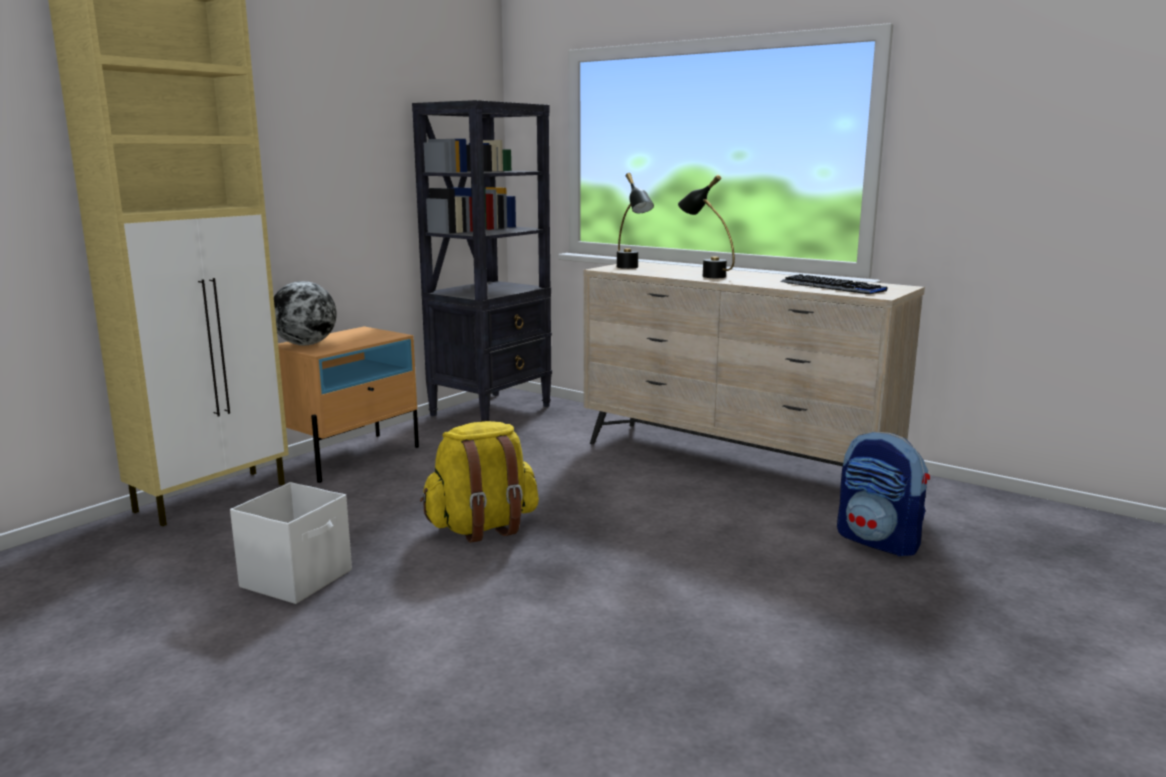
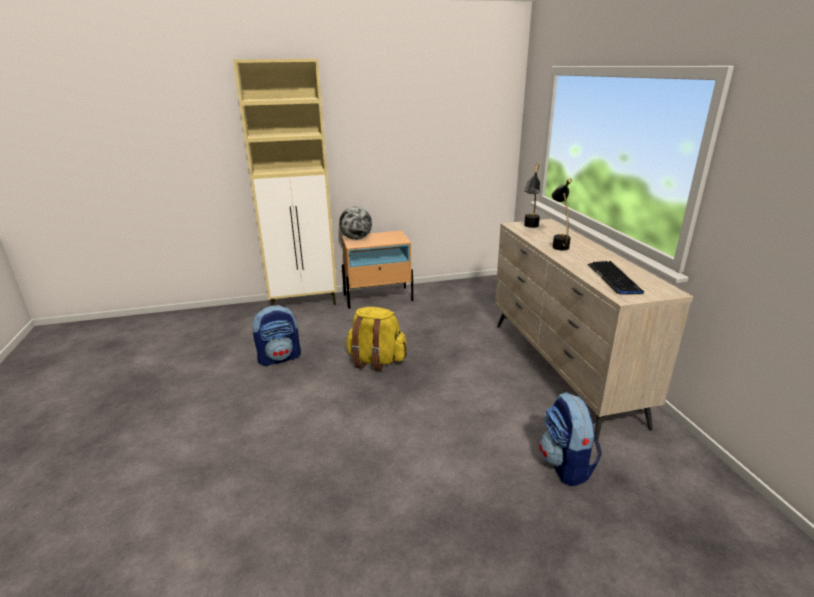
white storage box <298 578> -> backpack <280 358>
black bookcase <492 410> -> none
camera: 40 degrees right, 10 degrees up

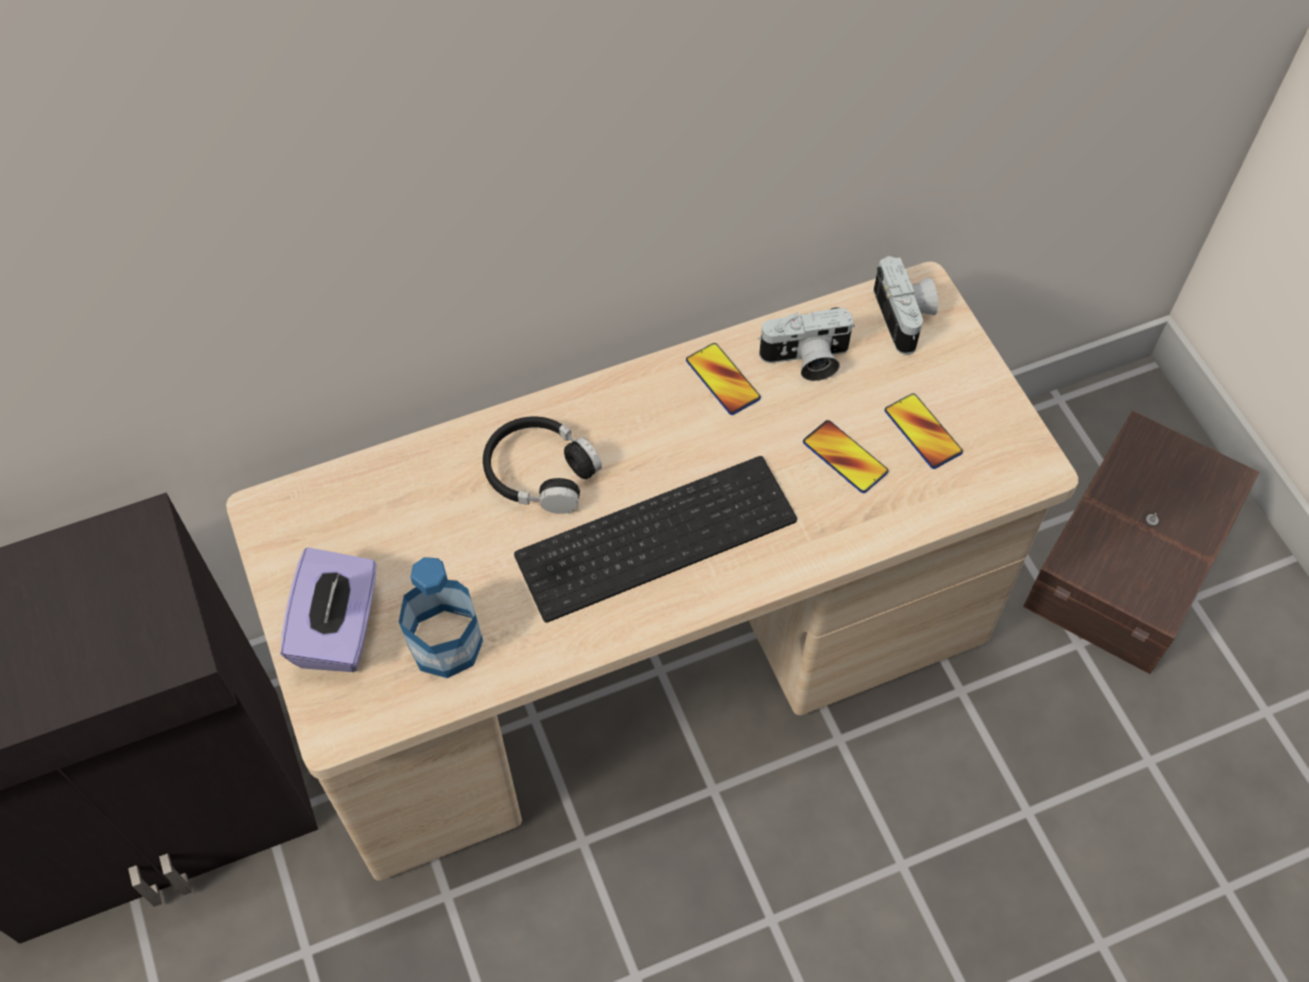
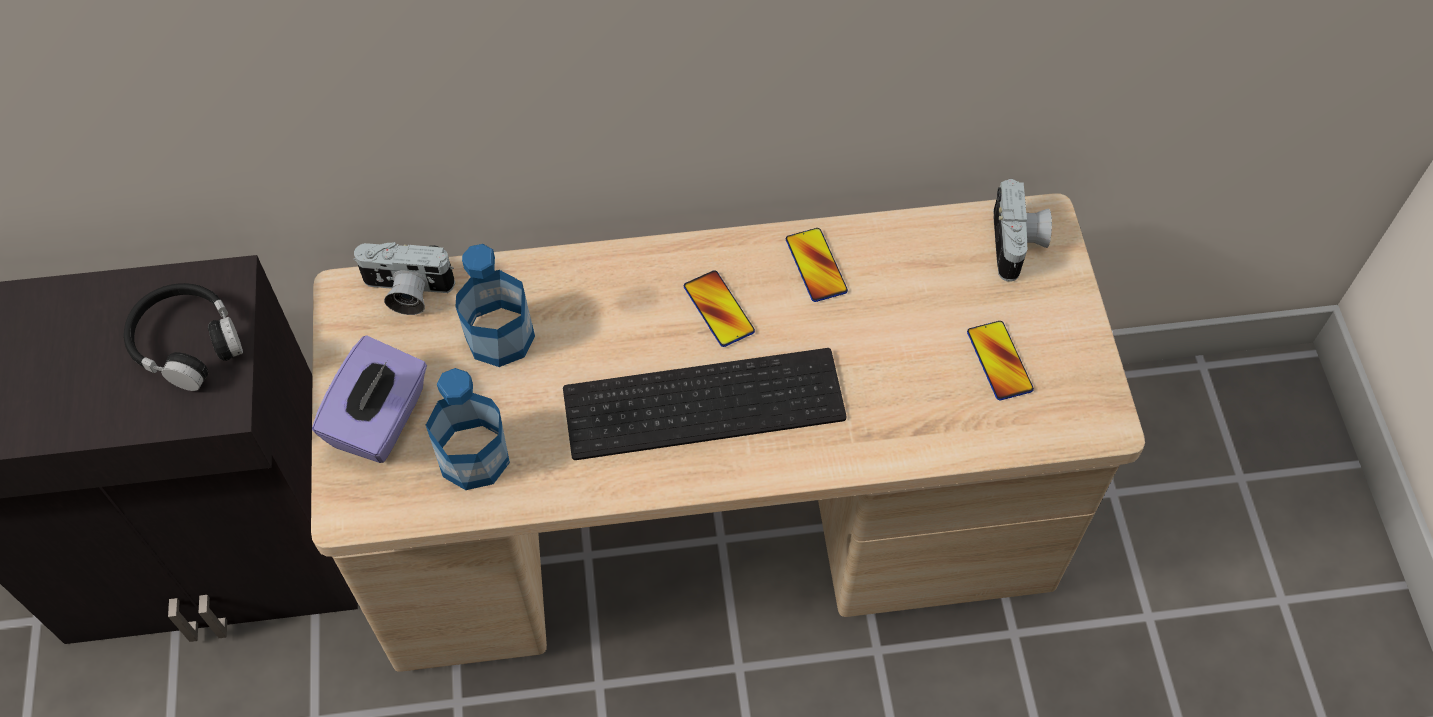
black headphones <540 472> -> black headphones <188 343>, move
photo camera <806 360> -> photo camera <406 292>, move
phone <844 457> -> phone <718 309>, move
brown storage box <1133 559> -> none
none -> bottle <500 337>
camera: 15 degrees right, 0 degrees up

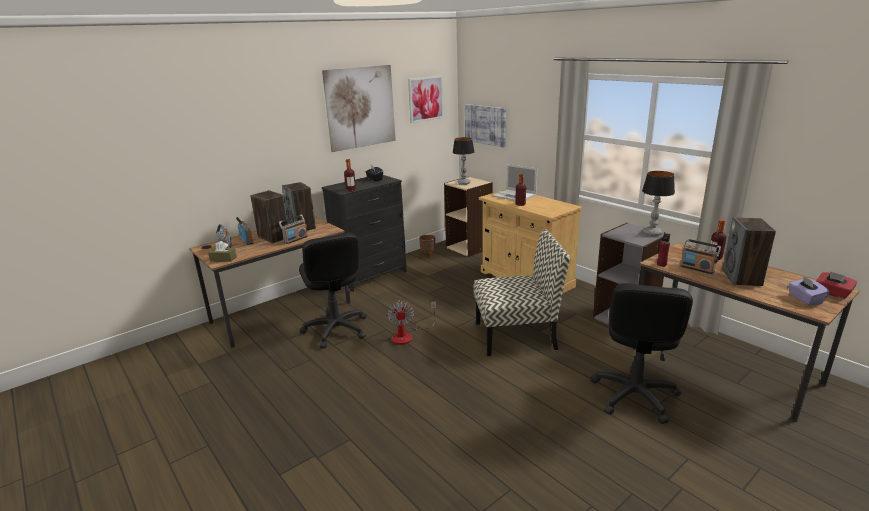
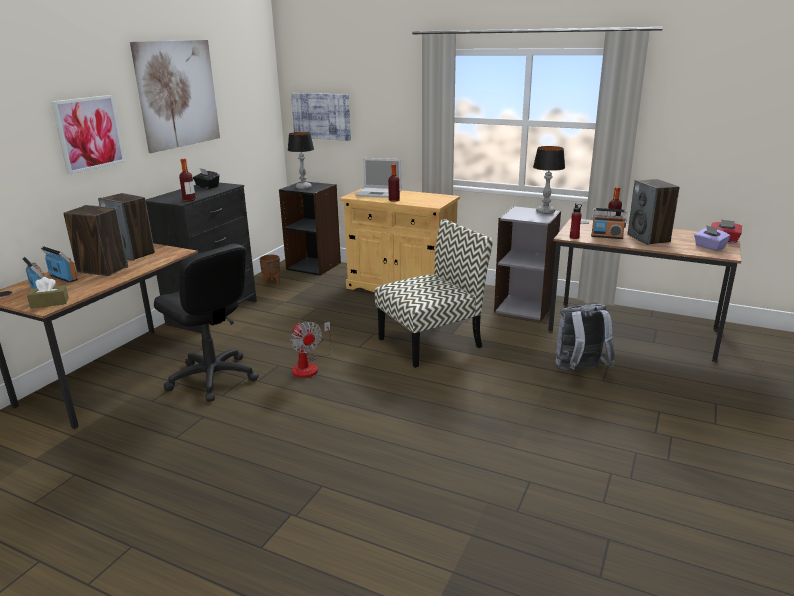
radio <295 239> -> none
picture <425 99> -> picture <89 133>, move
beige bookcase <469 247> -> black bookcase <314 266>
black office chair <634 395> -> grey backpack <579 371>
camera: 25 degrees left, 0 degrees up

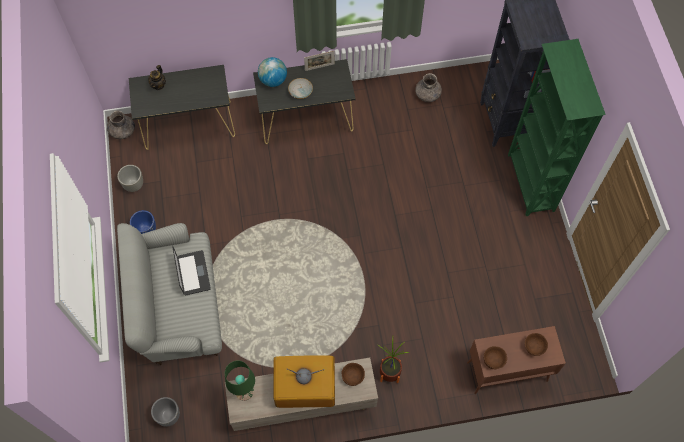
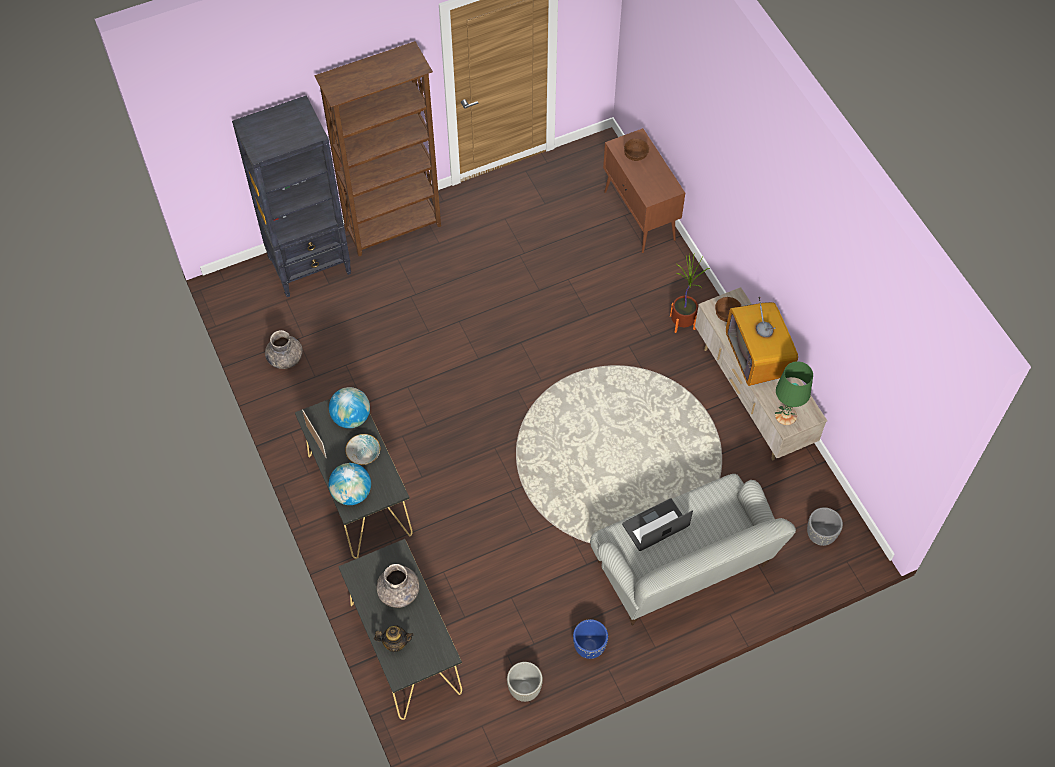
grey vase <122 131> -> grey vase <399 592>, move
brown bowl <493 360> -> none
green bookcase <530 183> -> brown bookcase <394 228>
none -> globe <351 417>
camera: 105 degrees left, 5 degrees down

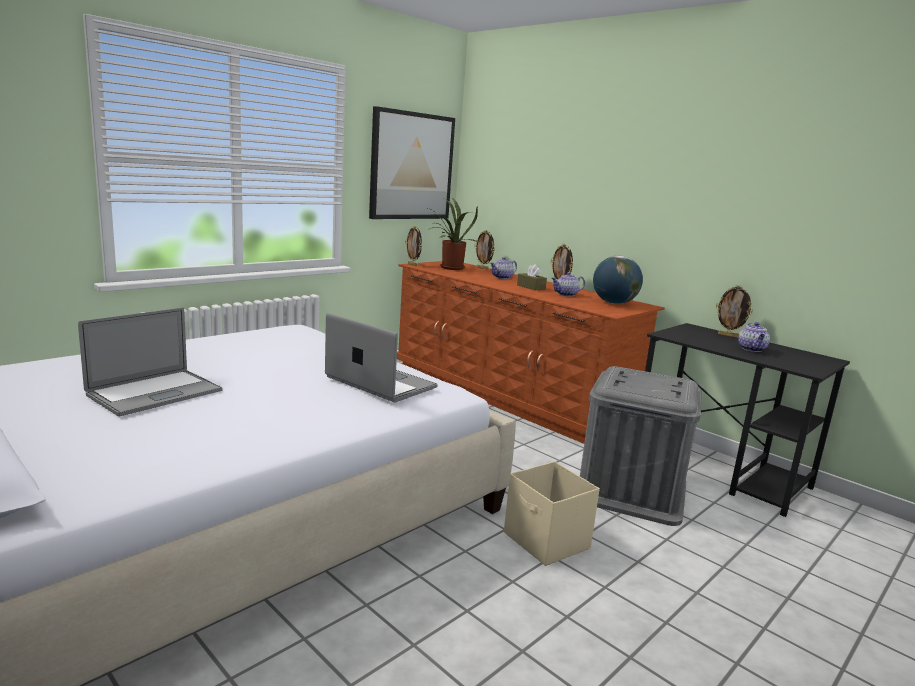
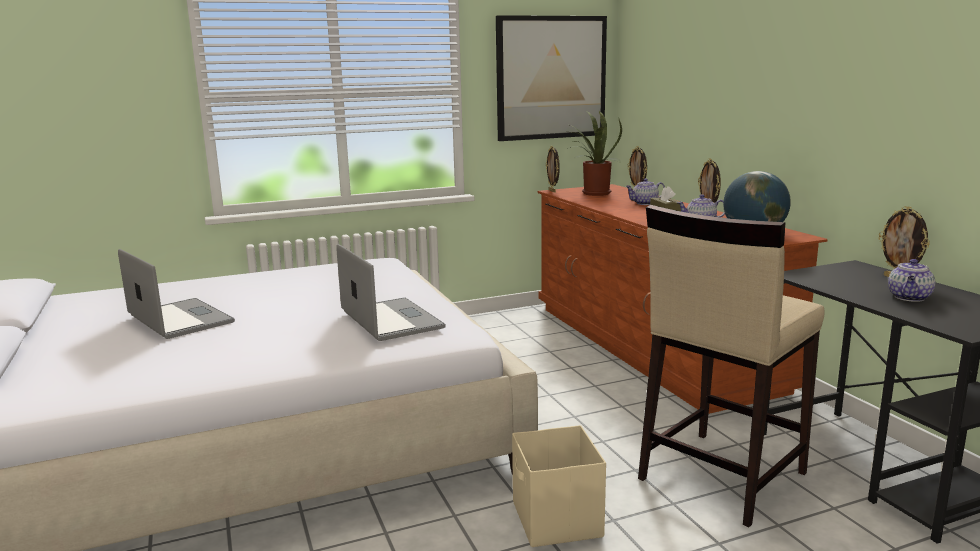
laptop <155 393> -> laptop <180 319>, 105 degrees counterclockwise
grey storage box <630 490> -> beige stool <720 476>
camera: 25 degrees right, 0 degrees up

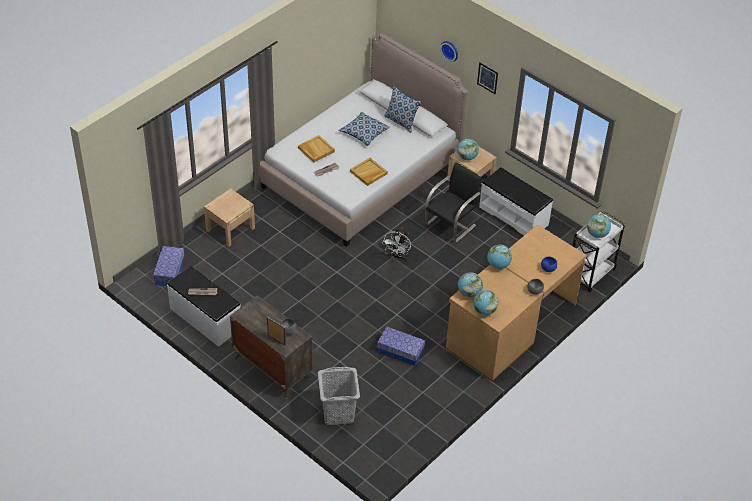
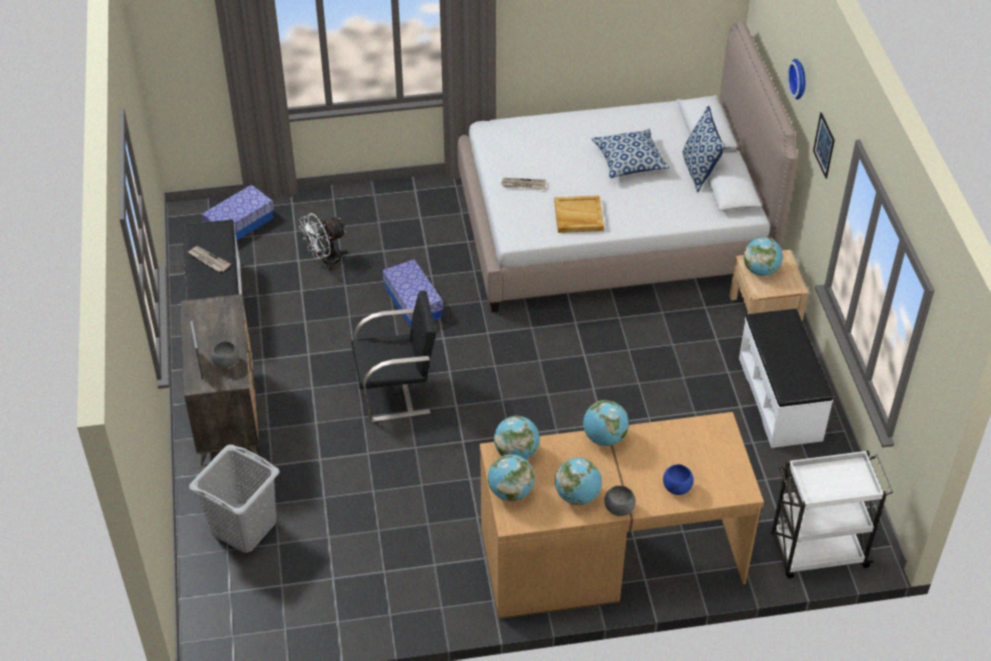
beige nightstand <230 229> -> none
beige tray <316 150> -> none
storage box <400 351> -> storage box <413 302>, move
white fan <397 256> -> white fan <326 261>, move
black chair <451 224> -> black chair <397 392>, move
globe <597 234> -> globe <577 496>, move
camera: 40 degrees right, 0 degrees up

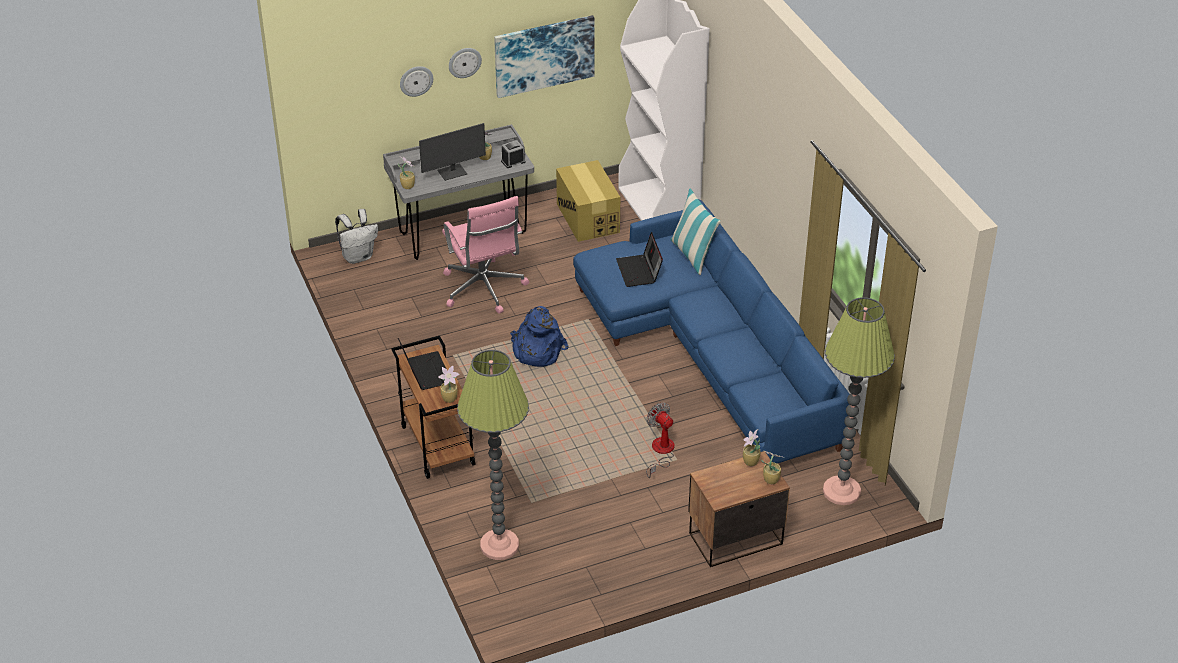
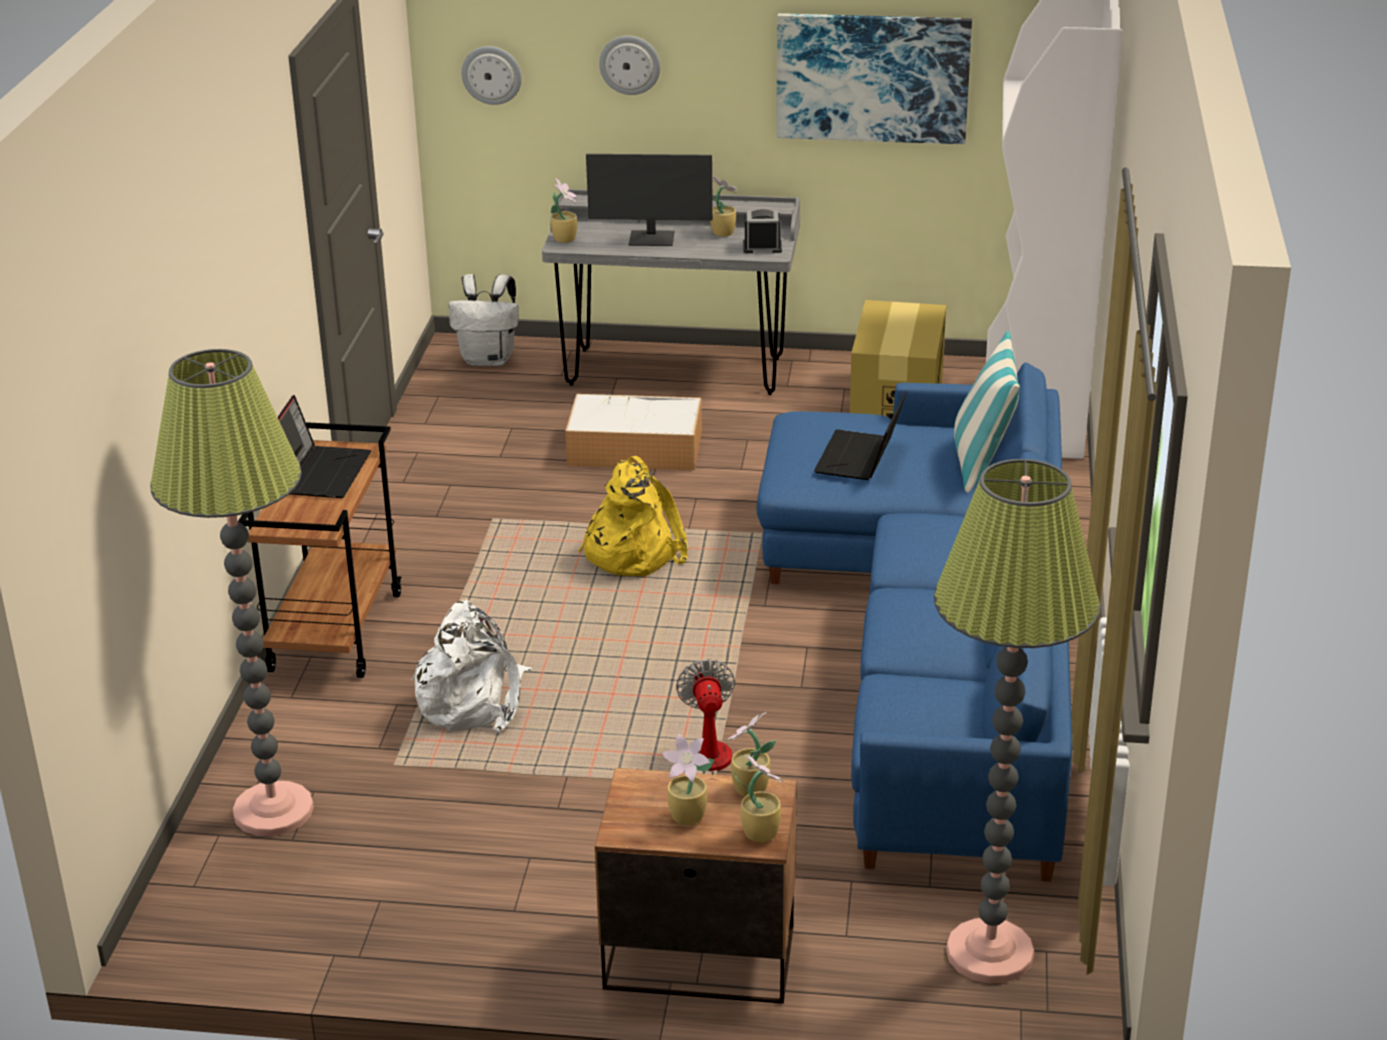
potted plant <450 398> -> potted plant <688 817>, move
pink office chair <484 289> -> storage box <633 448>
wall clock <464 62> -> wall clock <491 74>, move
blue backpack <536 351> -> yellow backpack <631 552>
none -> white backpack <473 700>
camera: 30 degrees right, 10 degrees down

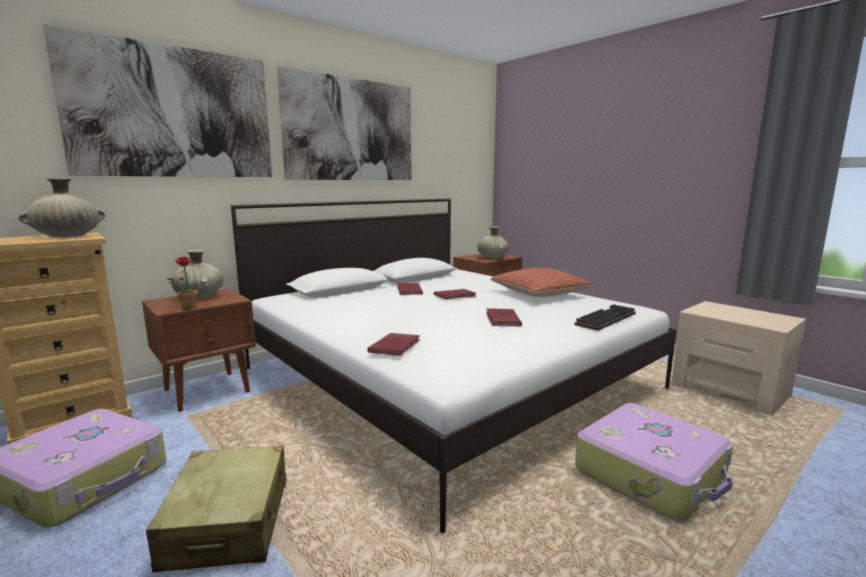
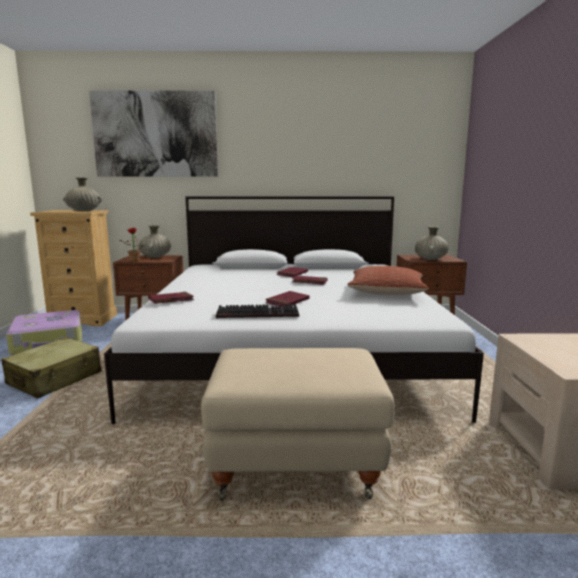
picture <351 130> -> none
keyboard <605 319> -> keyboard <259 313>, move
suitcase <651 473> -> beige ottoman <296 462>
camera: 40 degrees right, 0 degrees up

